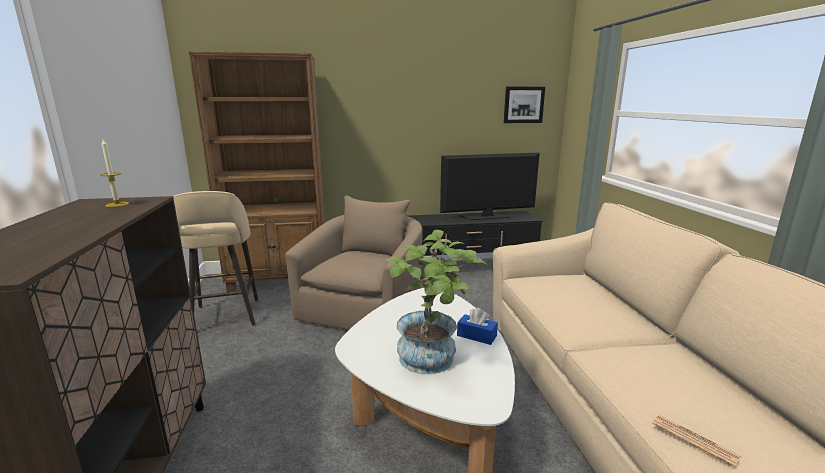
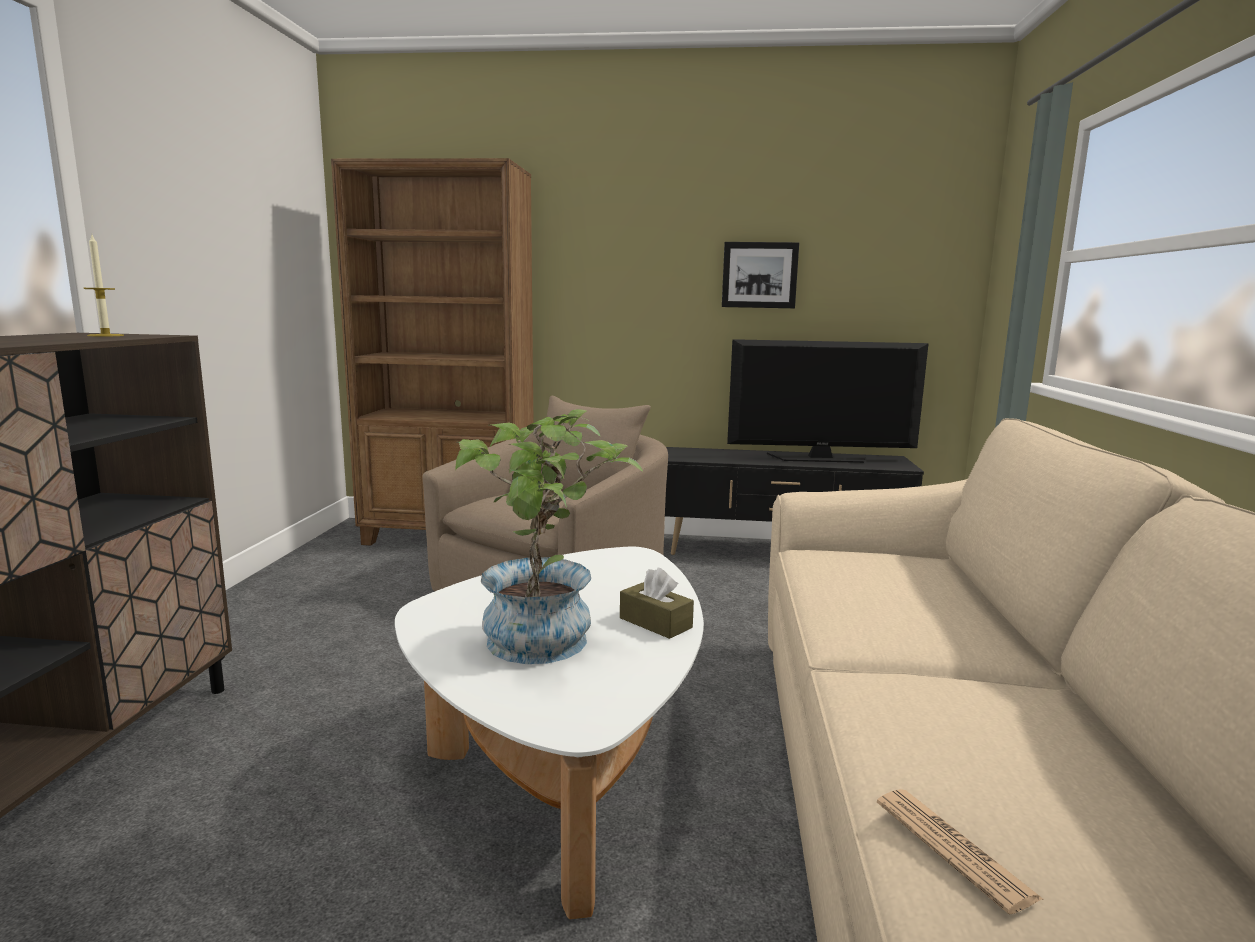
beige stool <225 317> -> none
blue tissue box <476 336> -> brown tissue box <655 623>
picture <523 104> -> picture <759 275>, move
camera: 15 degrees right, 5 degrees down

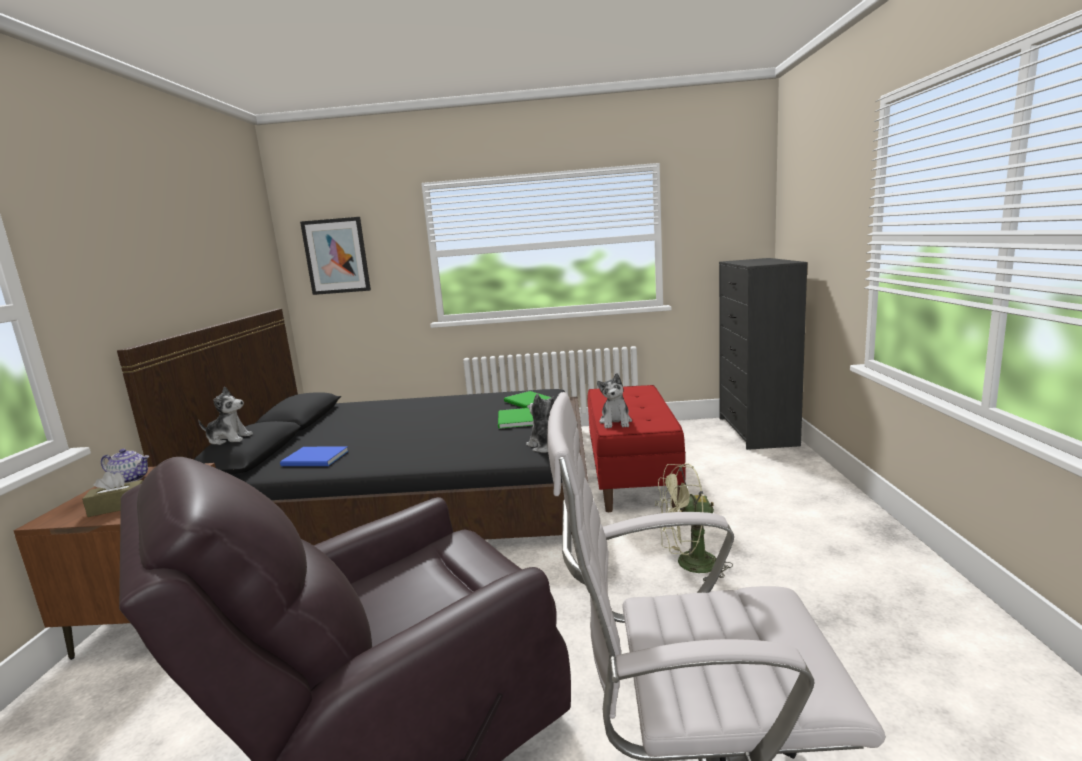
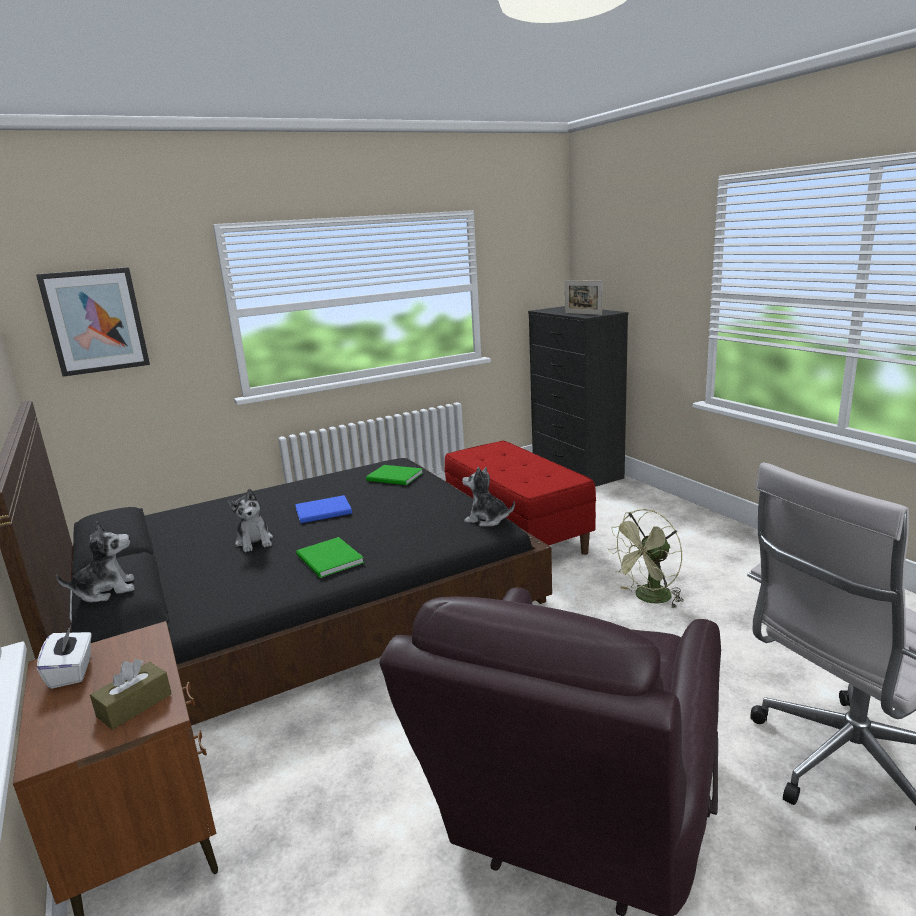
teapot <131 479> -> white tissue box <72 672>
blue book <316 459> -> blue book <325 511>, move
green book <515 420> -> green book <329 560>, move
plush toy <616 422> -> plush toy <254 541>, move
none -> picture frame <583 313>
camera: 30 degrees left, 5 degrees up

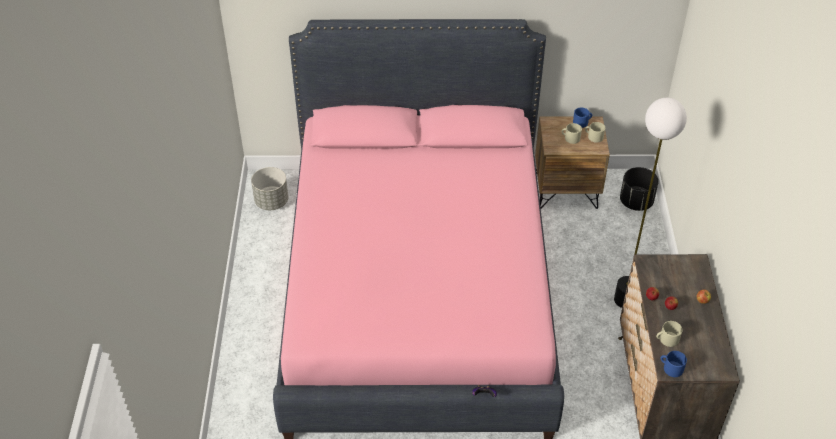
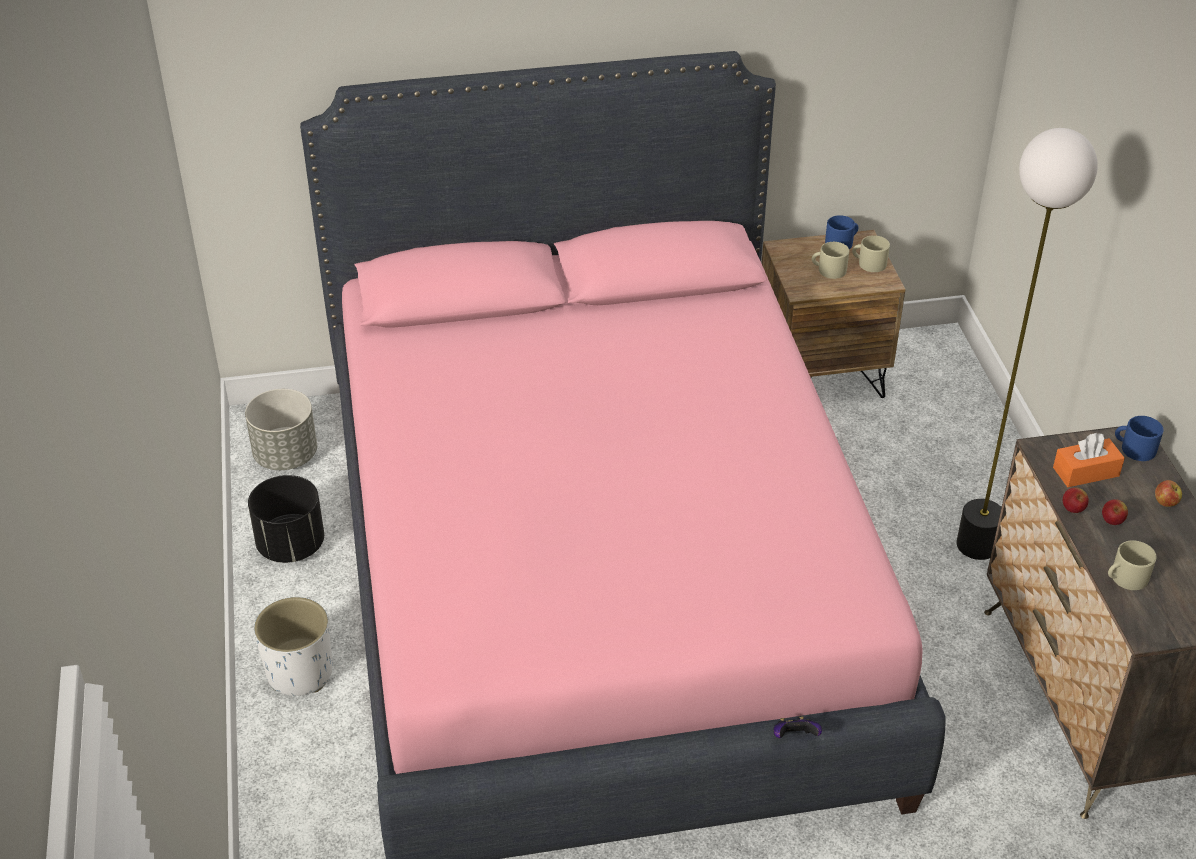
black planter <636 202> -> black planter <290 546>, move
blue mug <671 368> -> blue mug <1134 448>, move
none -> white planter <299 673>
none -> orange tissue box <1086 472>
camera: 10 degrees left, 5 degrees down

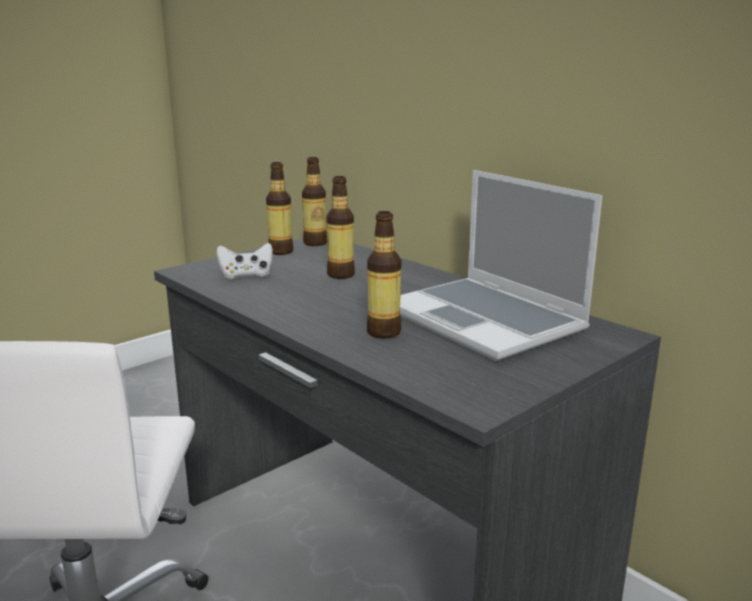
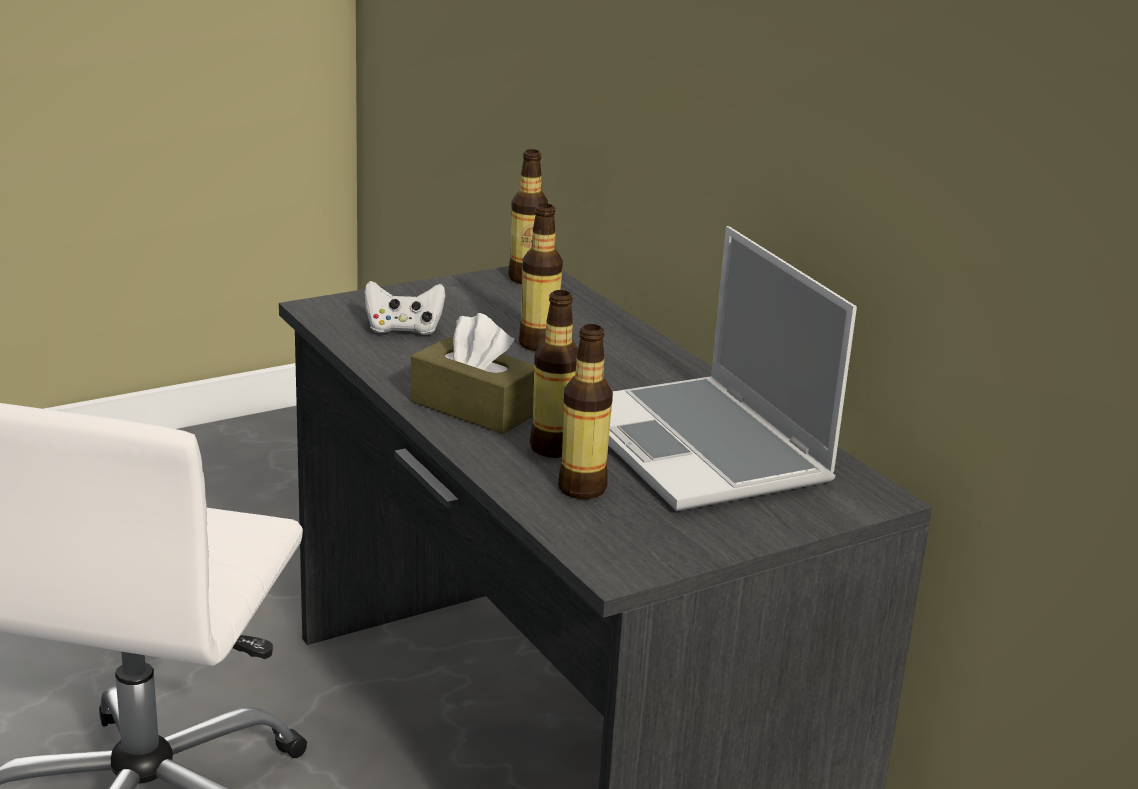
bottle <280 251> -> bottle <582 488>, move
none -> brown tissue box <474 407>
camera: 10 degrees right, 5 degrees up

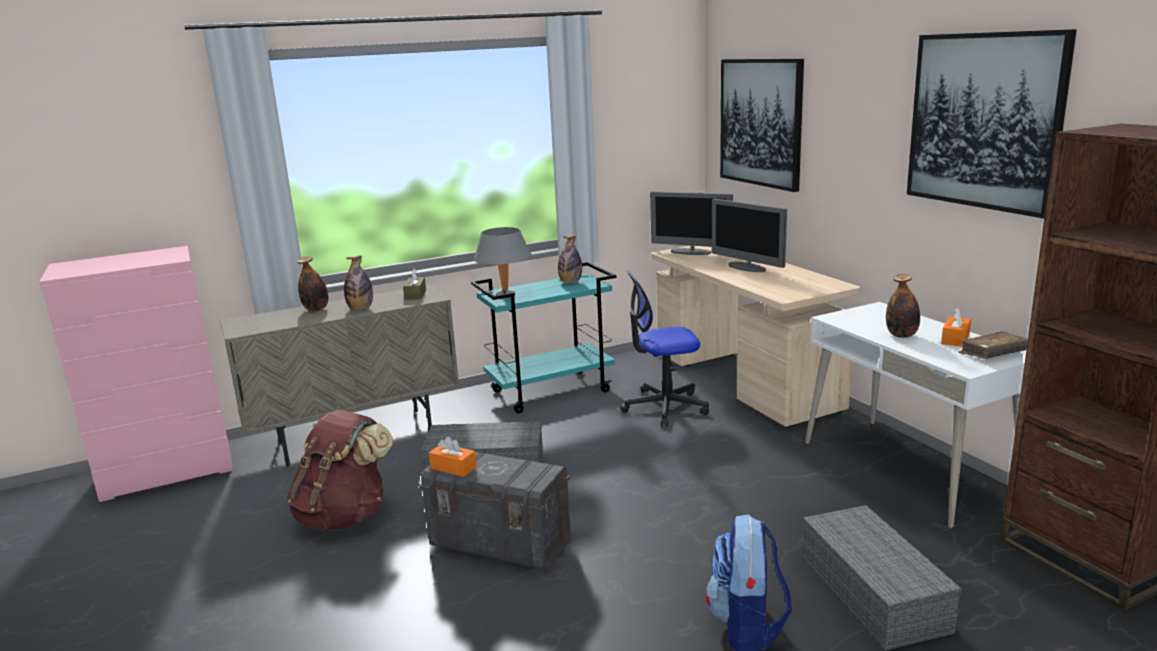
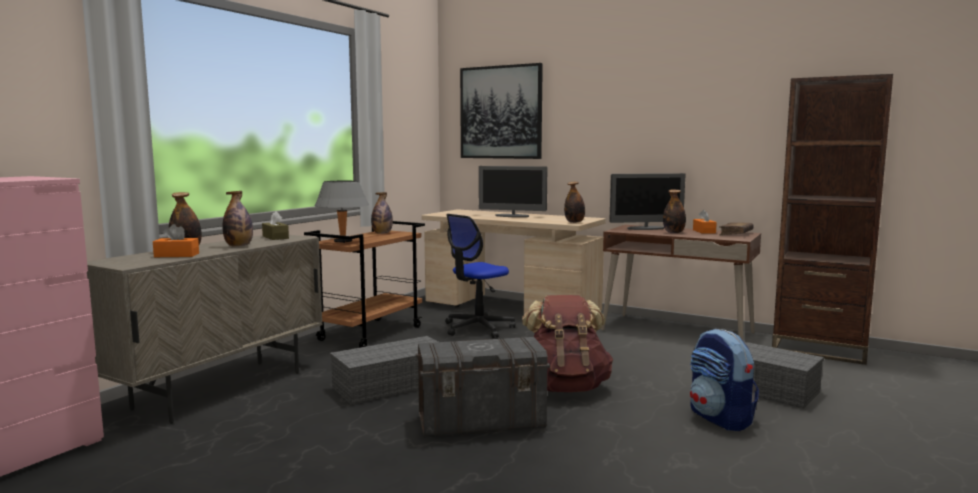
brown backpack <345 516> -> brown backpack <565 388>, move
orange tissue box <453 467> -> orange tissue box <176 255>, move
turquoise cart <551 391> -> brown cart <371 333>
monitor <691 252> -> monitor <646 228>, move
white desk <907 469> -> brown desk <677 331>
picture <984 121> -> none
none -> bottle <574 222>
camera: 35 degrees left, 10 degrees down

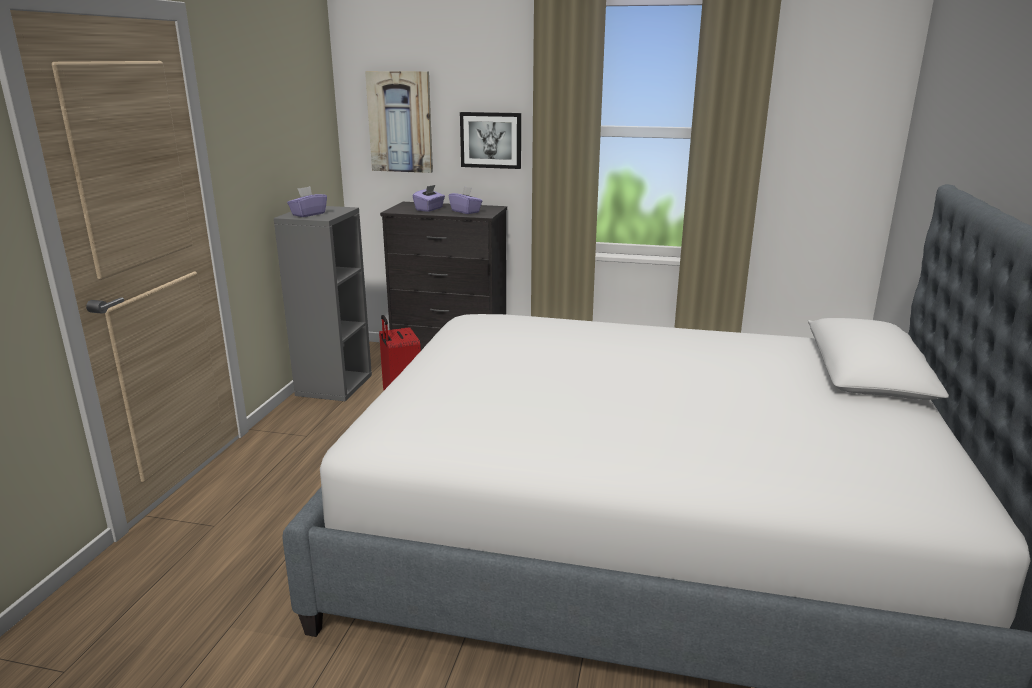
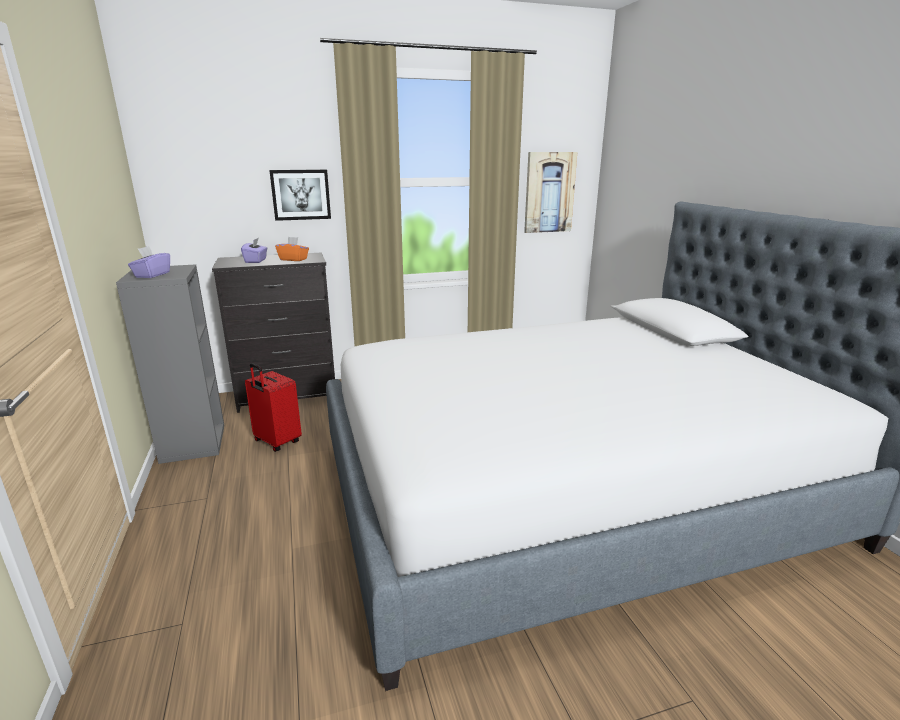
picture <400 122> -> picture <549 192>, move
purple tissue box <466 211> -> orange tissue box <293 259>
camera: 30 degrees left, 0 degrees up

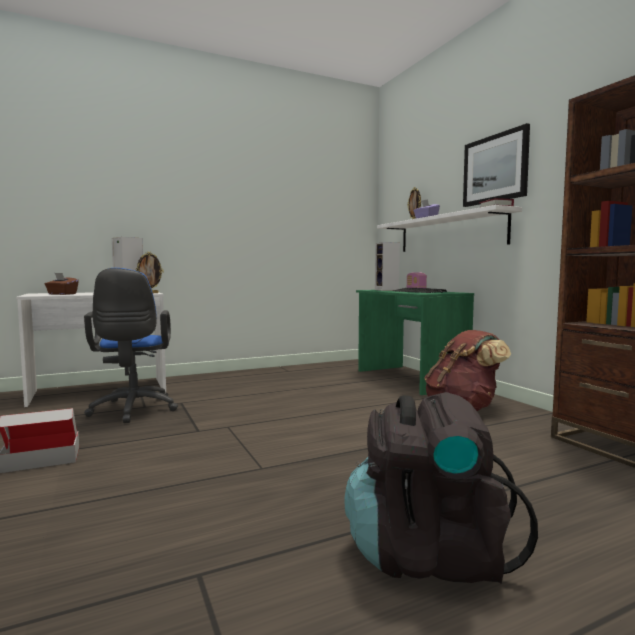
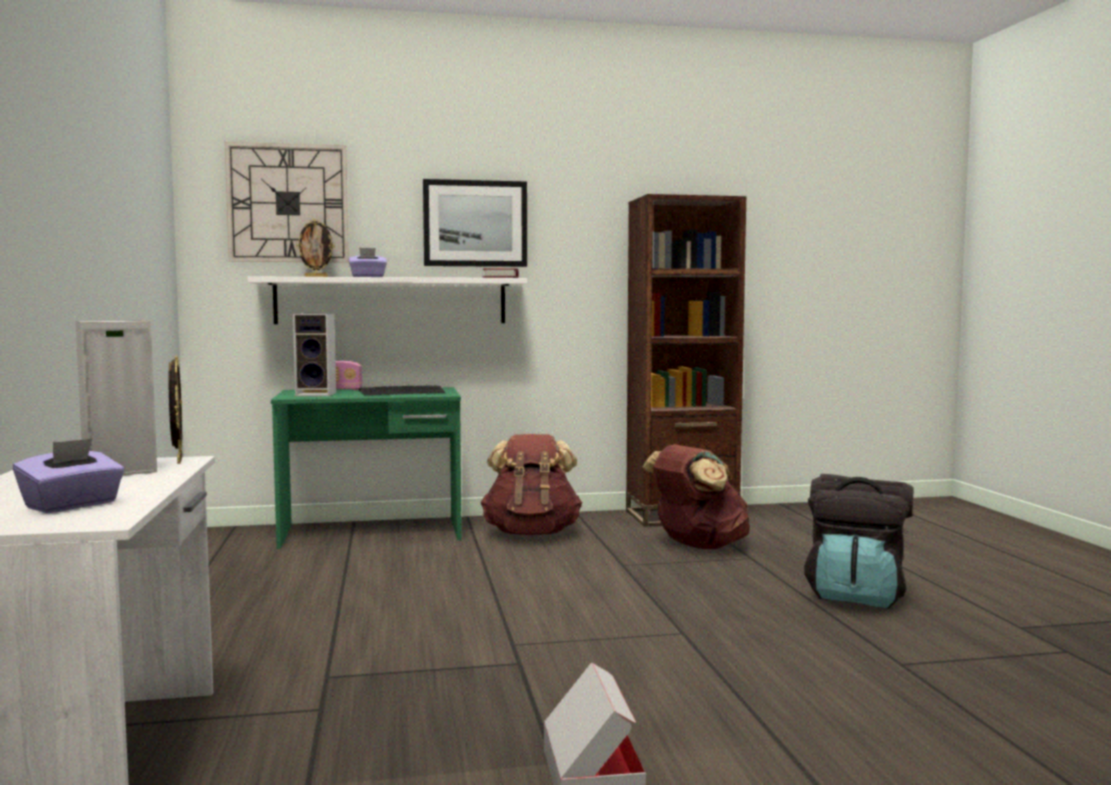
brown tissue box <62 294> -> purple tissue box <72 505>
blue office chair <133 411> -> none
none -> wall clock <288 203>
none -> brown backpack <698 546>
camera: 75 degrees left, 0 degrees up

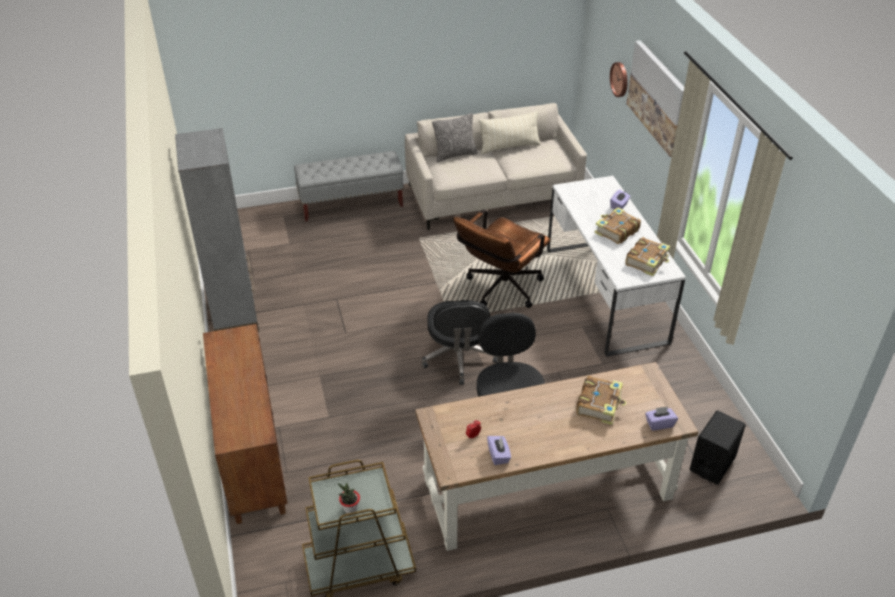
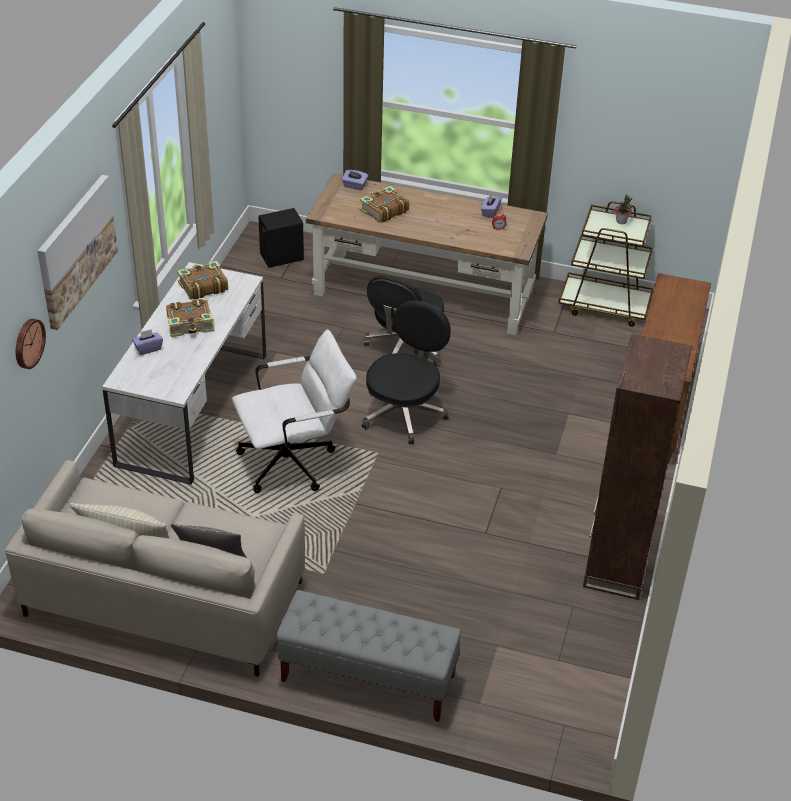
grey bookcase <235 315> -> brown bookcase <617 564>
brown office chair <499 290> -> white office chair <295 461>
camera: 150 degrees left, 0 degrees up

